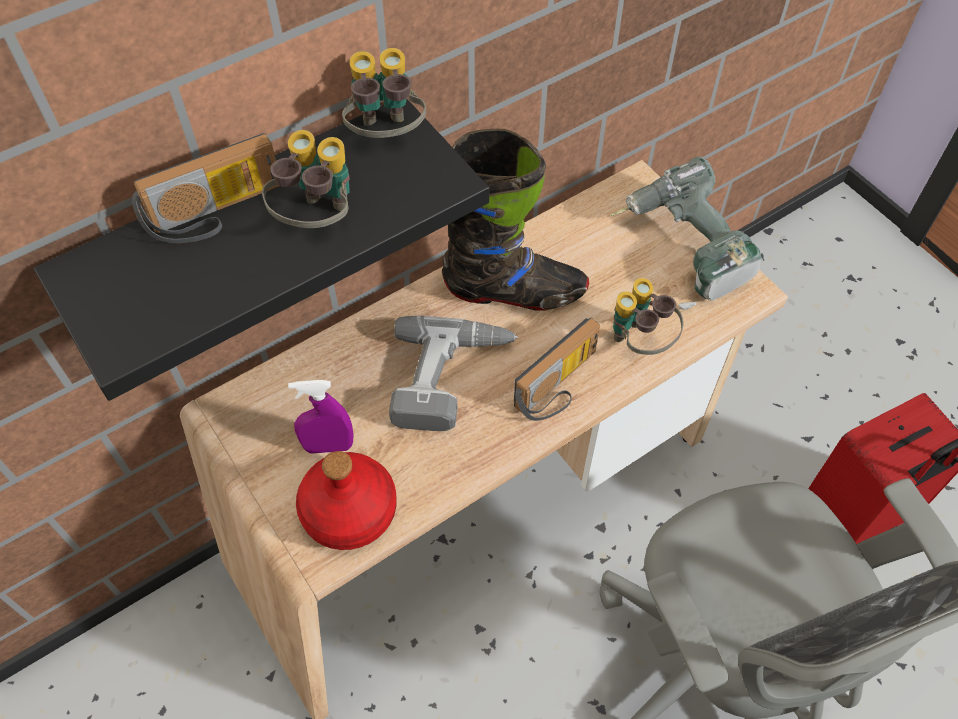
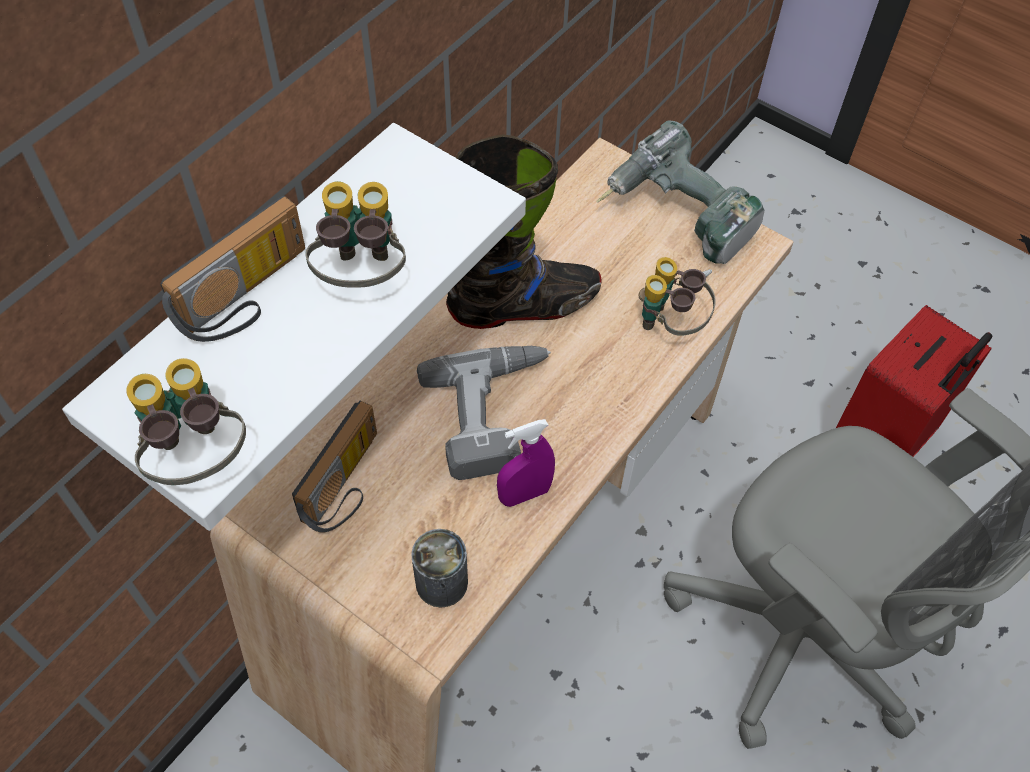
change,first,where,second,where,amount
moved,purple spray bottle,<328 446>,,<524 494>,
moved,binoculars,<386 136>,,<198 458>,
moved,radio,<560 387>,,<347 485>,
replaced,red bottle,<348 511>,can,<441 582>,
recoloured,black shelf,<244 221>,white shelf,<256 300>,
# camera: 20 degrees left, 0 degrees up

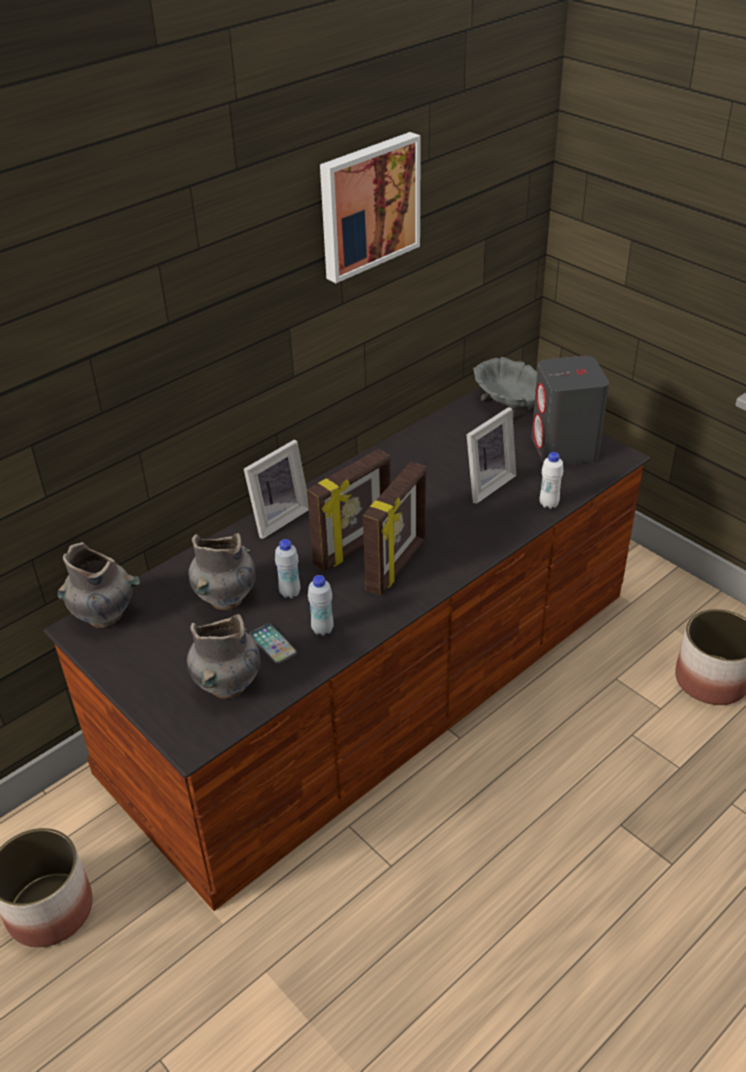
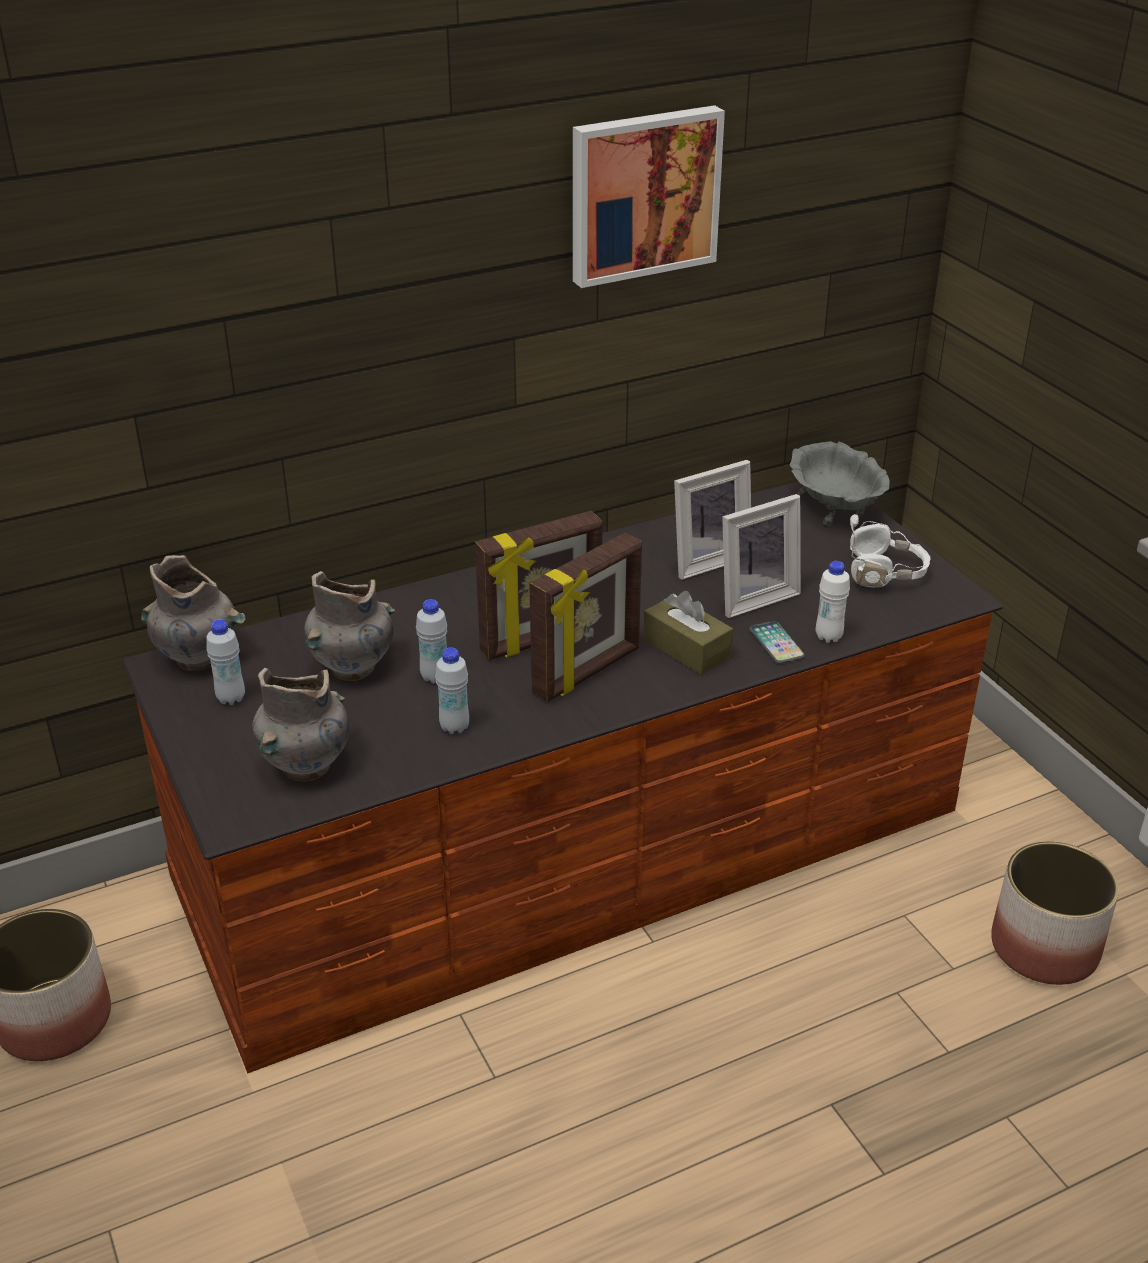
change,first,where,second,where,amount
added,,,white bottle,<231 698>,
added,,,brown tissue box,<686 648>,
moved,picture frame,<277 518>,,<706 560>,
moved,phone,<273 644>,,<776 643>,
replaced,grey speaker,<564 448>,white headphones,<885 573>,
# camera: 15 degrees right, 5 degrees down

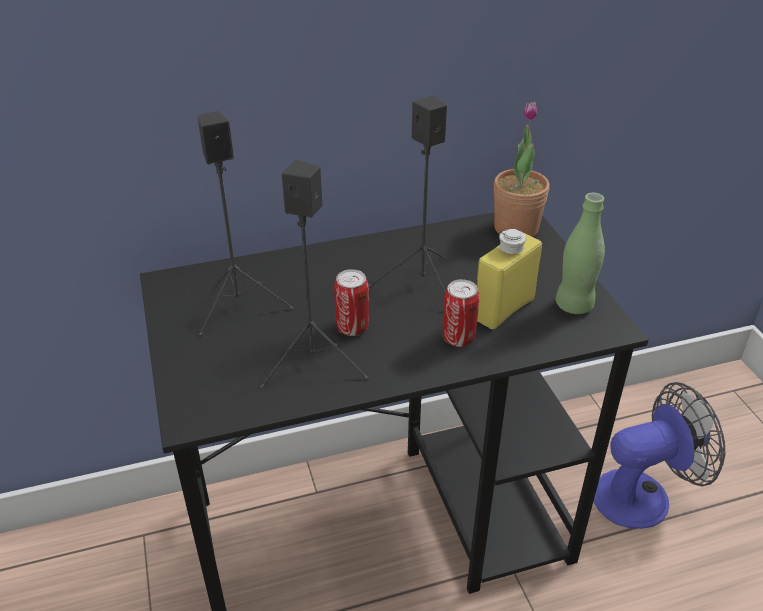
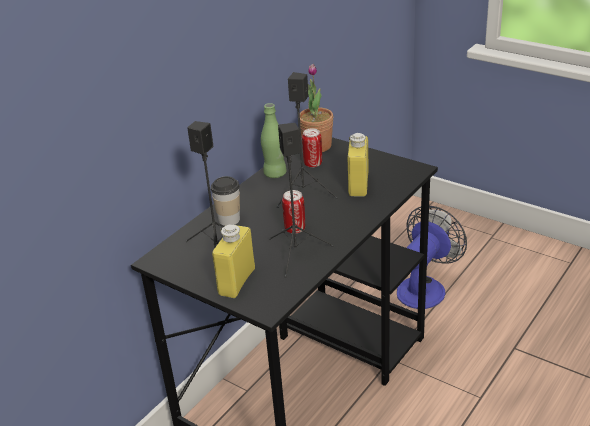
change,first,where,second,where,amount
added,,,cup,<229 220>,
added,,,yellow bottle,<237 282>,
moved,can,<458 338>,,<313 164>,
moved,green bottle,<574 305>,,<275 174>,
# camera: 35 degrees left, 5 degrees down

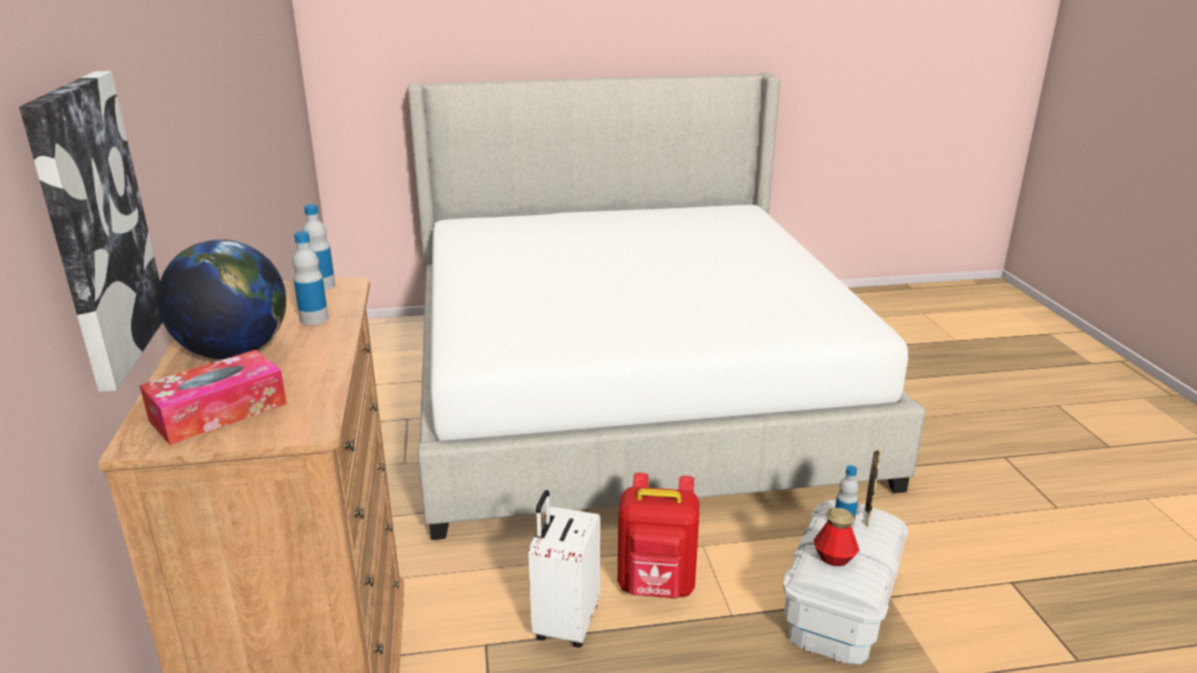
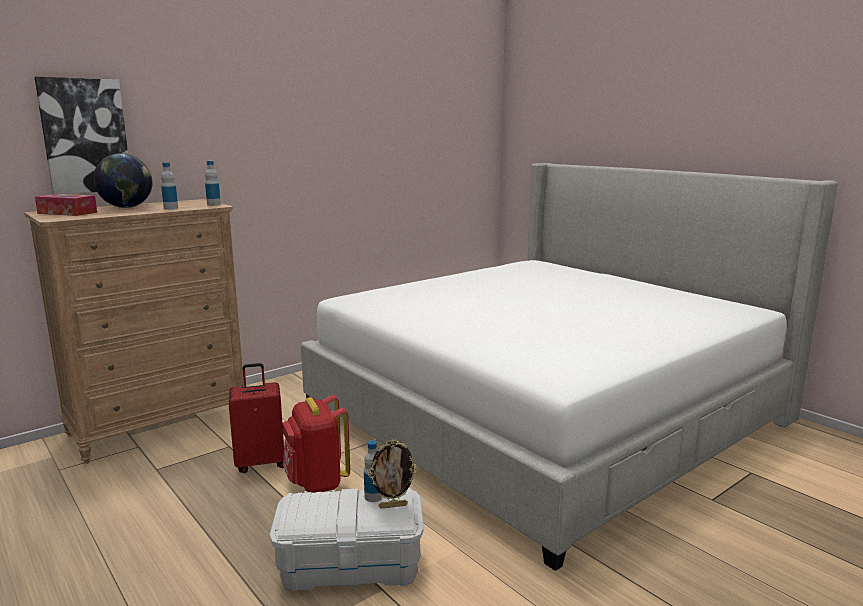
change,first,where,second,where,amount
removed,bottle,<834 558>,,,
recoloured,white suitcase,<565 623>,red suitcase,<261 463>,
# camera: 60 degrees right, 10 degrees down

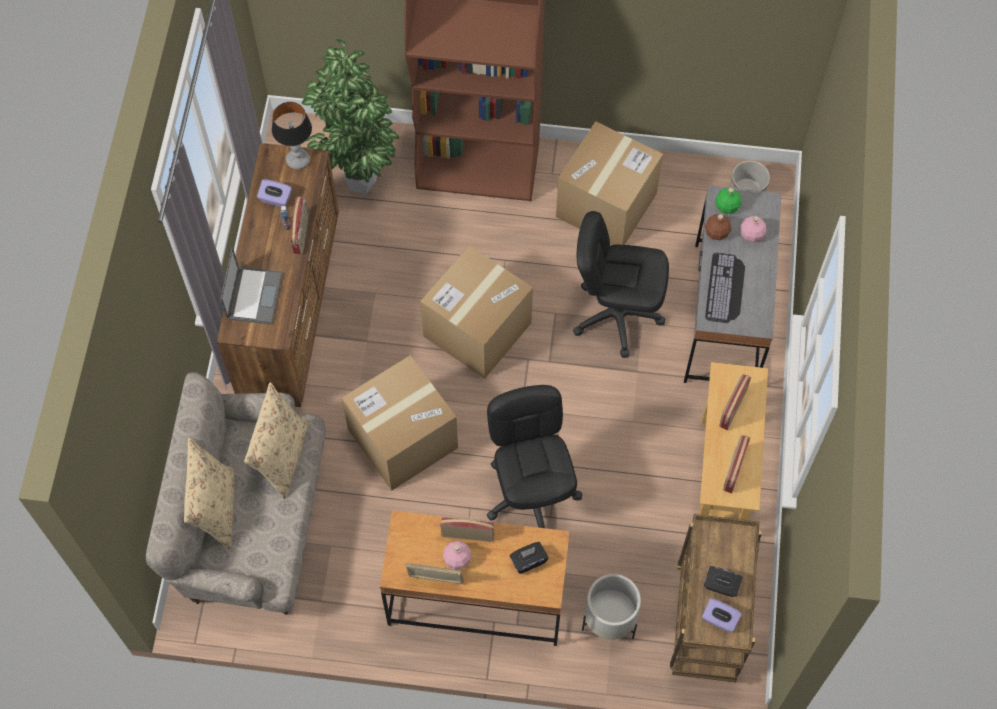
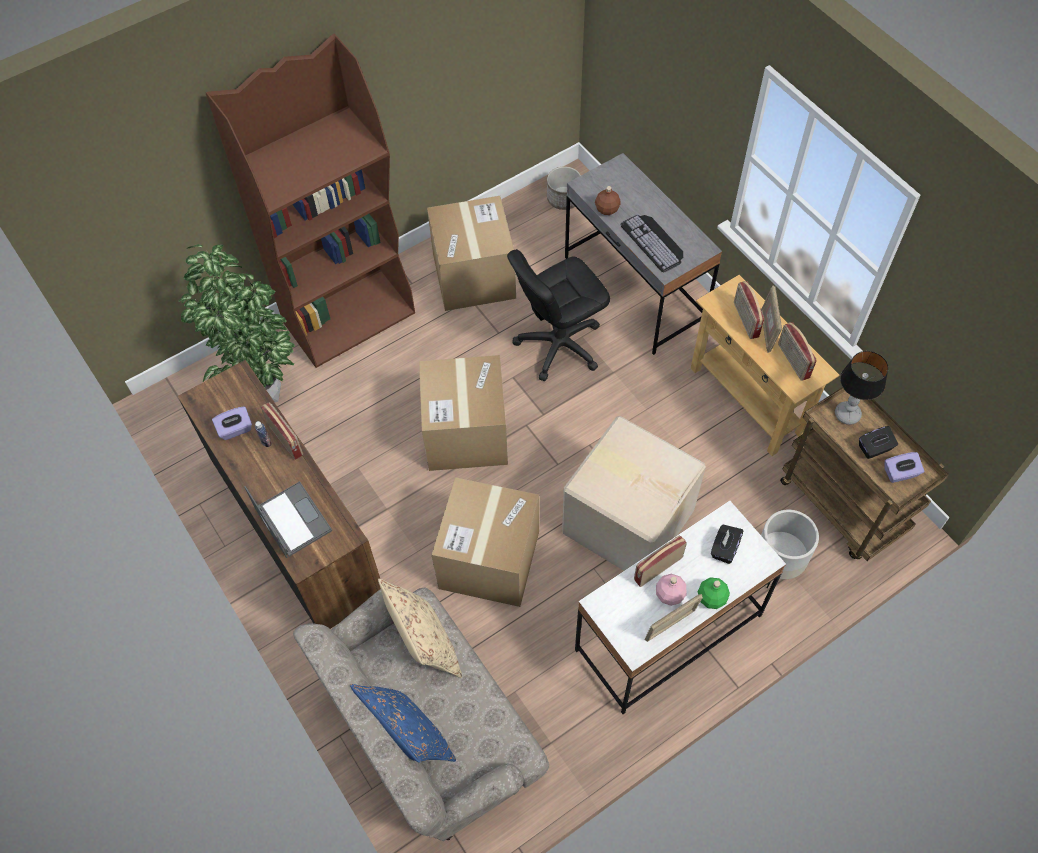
change,first,where,second,where,amount
removed,pink bottle,<751 235>,,,
added,,,picture frame,<767 331>,
moved,table lamp,<297 160>,,<847 415>,
moved,green bottle,<726 206>,,<711 598>,
replaced,black office chair,<531 493>,cardboard box,<627 519>,
recoloured,beige pillow,<215 508>,blue pillow,<409 736>,
recoloured,brown desk,<476 599>,white desk,<668 633>,
# camera: 40 degrees left, 5 degrees down

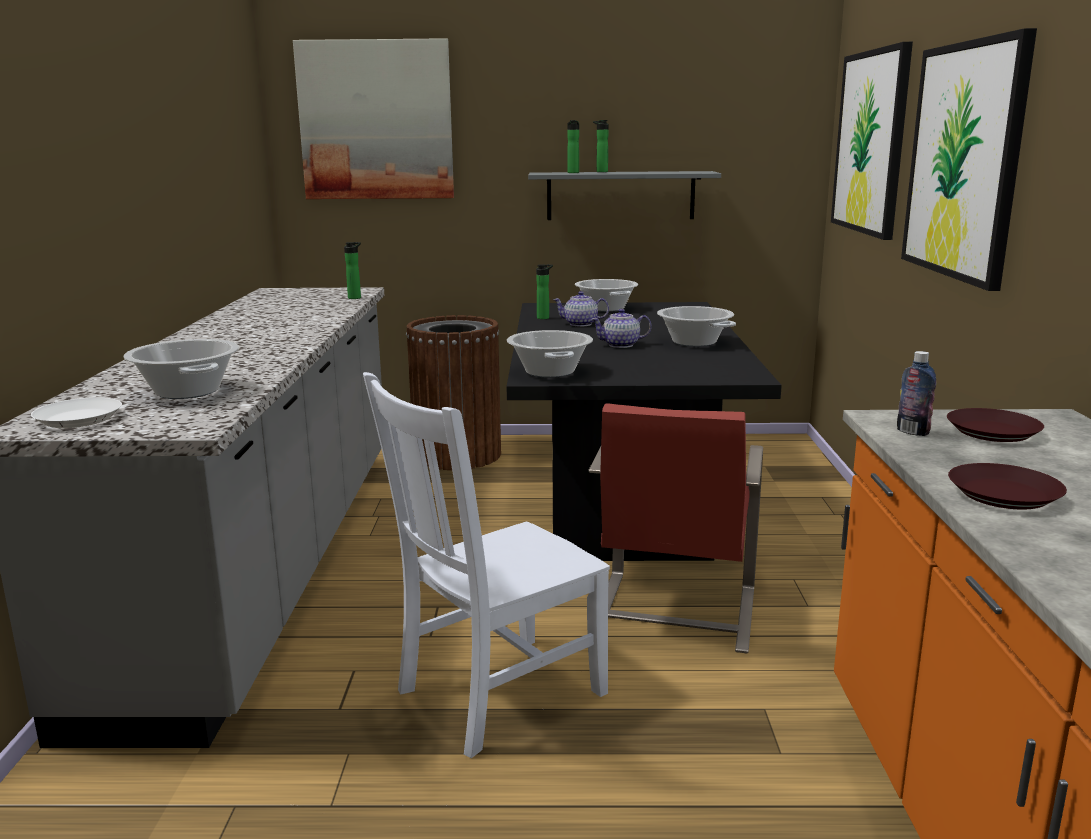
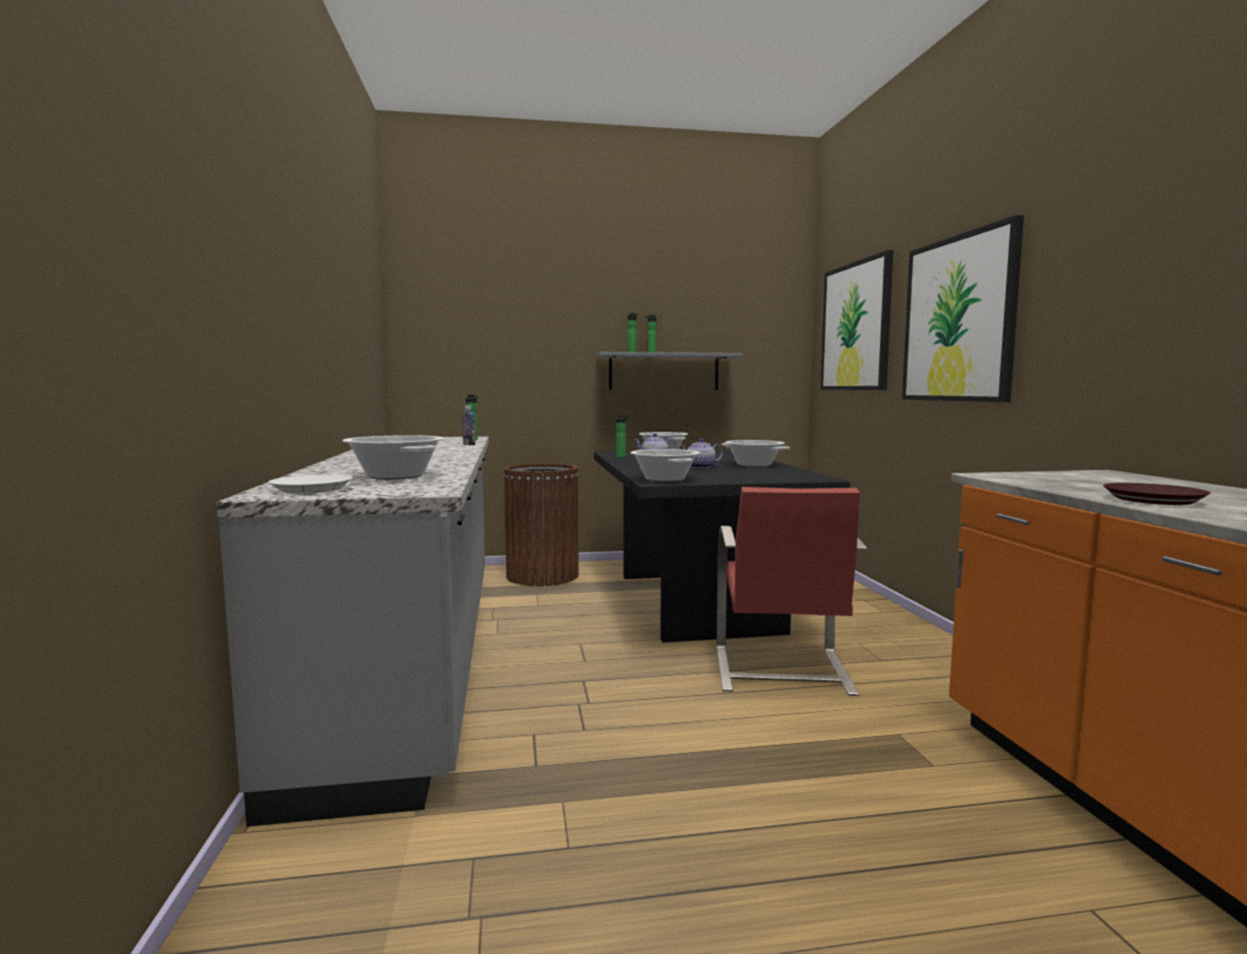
change,first,where,second,where,amount
removed,picture,<376 120>,,,
removed,white chair,<495 694>,,,
removed,brown plate,<992 431>,,,
moved,bottle,<912 432>,,<469 444>,
# camera: 10 degrees left, 10 degrees down

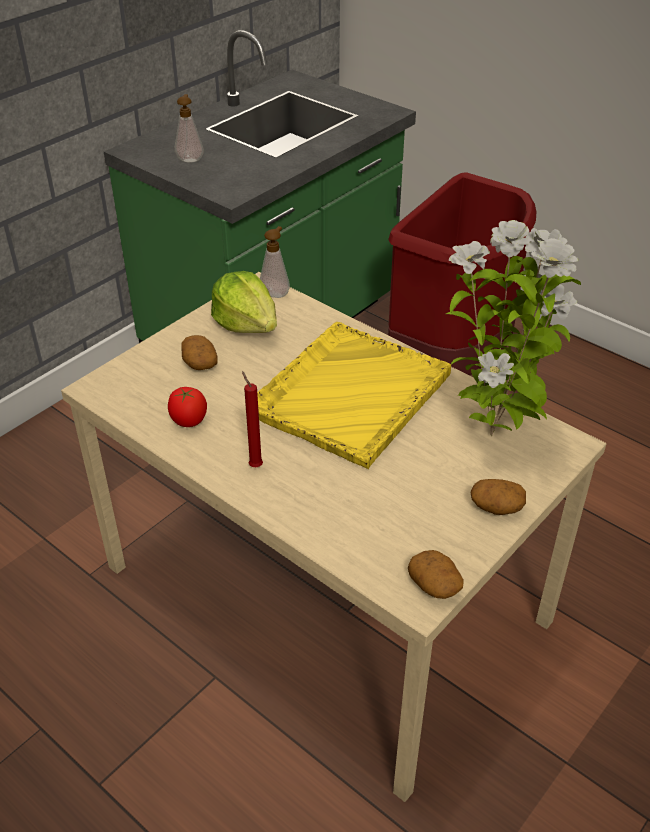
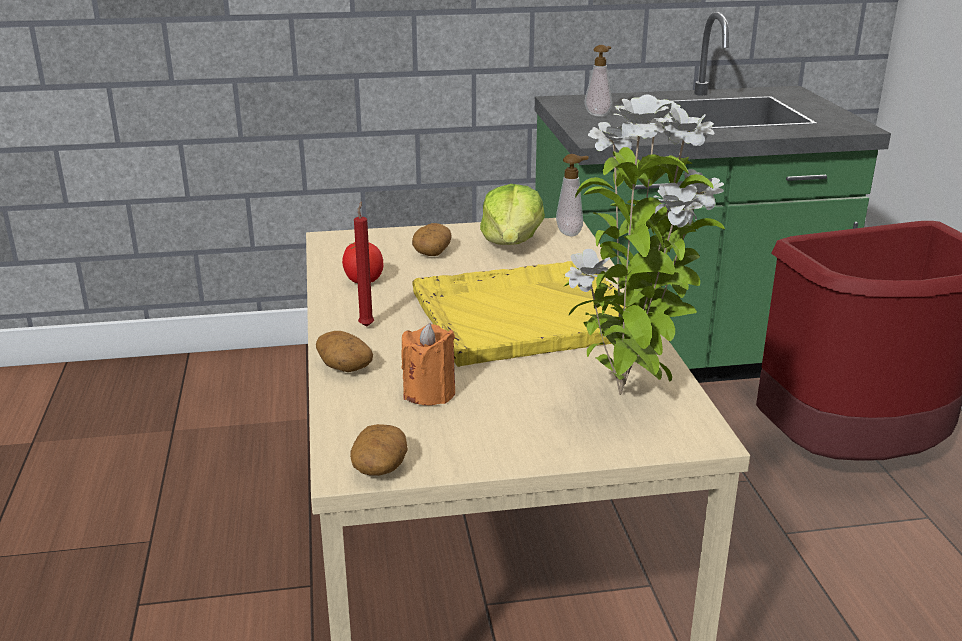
change,first,where,second,where,amount
added,,,orange candle,<429 393>,
moved,potato,<496 507>,,<344 366>,
# camera: 40 degrees right, 15 degrees down

